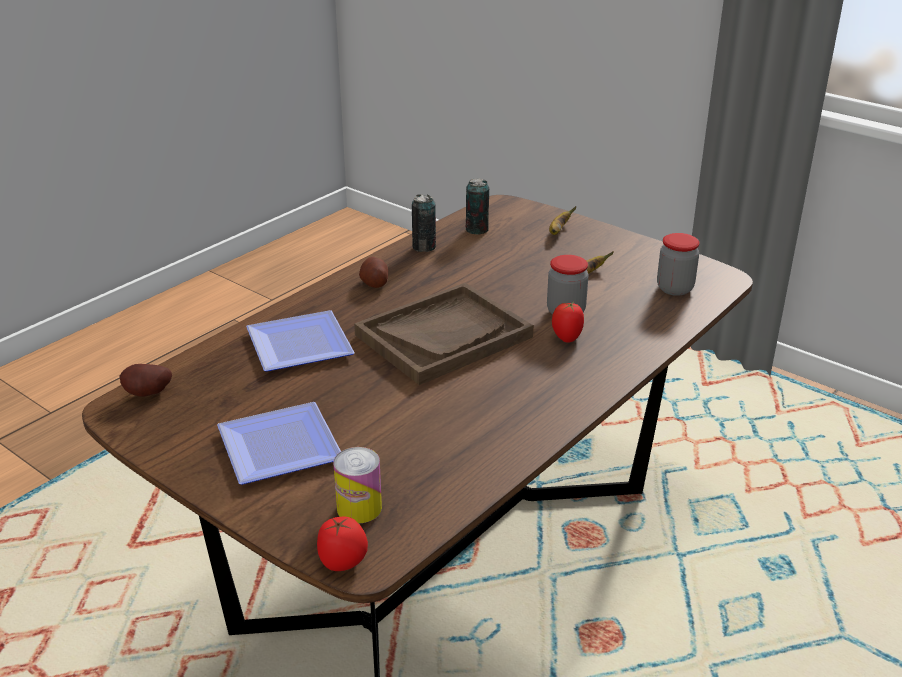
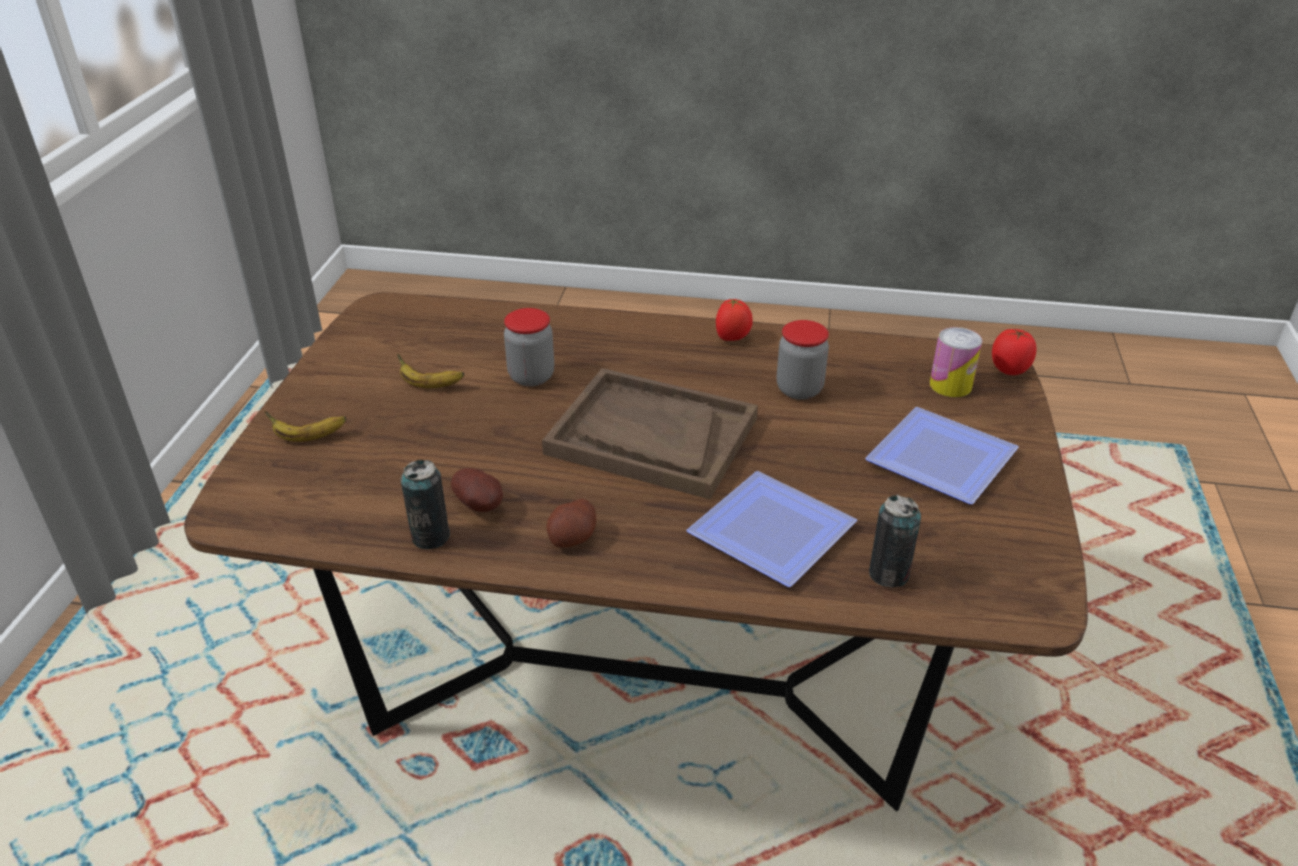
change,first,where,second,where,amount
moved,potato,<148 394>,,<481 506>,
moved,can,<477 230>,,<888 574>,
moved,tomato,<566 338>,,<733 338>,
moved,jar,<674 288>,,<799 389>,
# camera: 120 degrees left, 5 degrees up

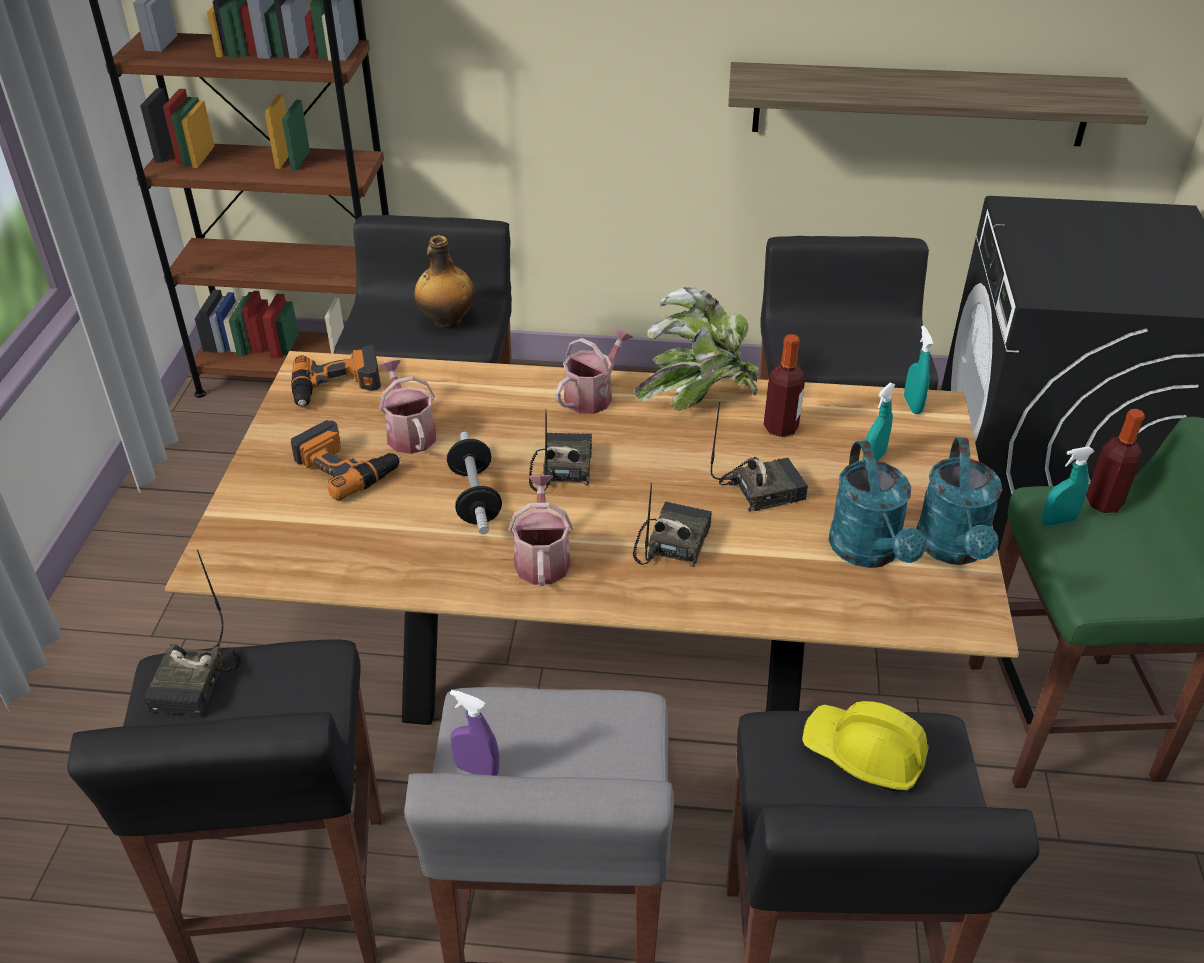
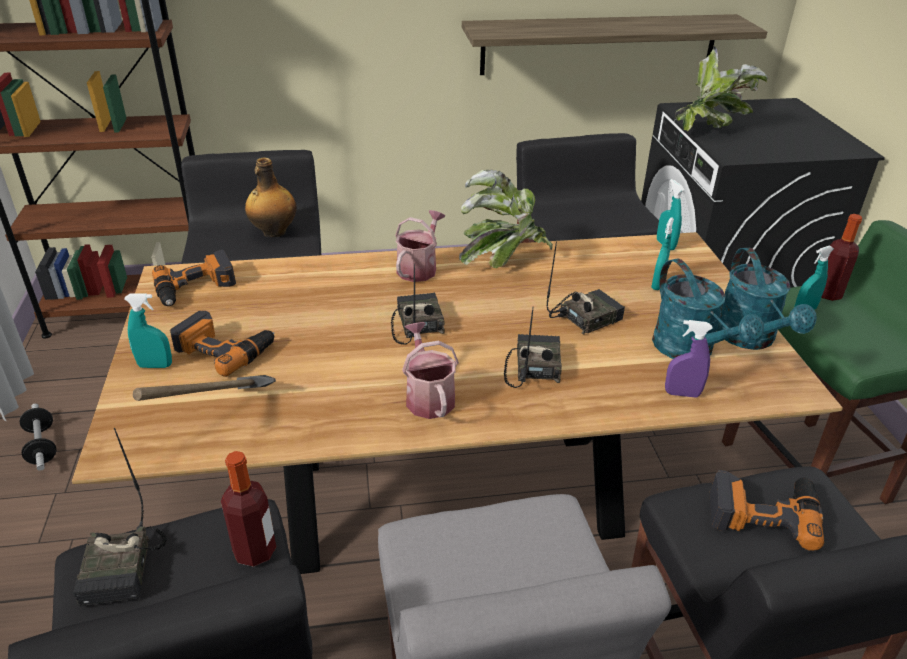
change,first,where,second,where,amount
removed,watering can,<409 433>,,,
added,,,turquoise spray bottle,<155 365>,
added,,,hammer,<219 421>,
added,,,potted plant,<712 128>,
moved,dumbbell,<475 497>,,<42 446>,
moved,purple spray bottle,<477 770>,,<682 394>,
moved,bottle,<780 428>,,<255 551>,
replaced,yellow hard hat,<863 754>,power drill,<762 511>,
# camera: 15 degrees left, 5 degrees down

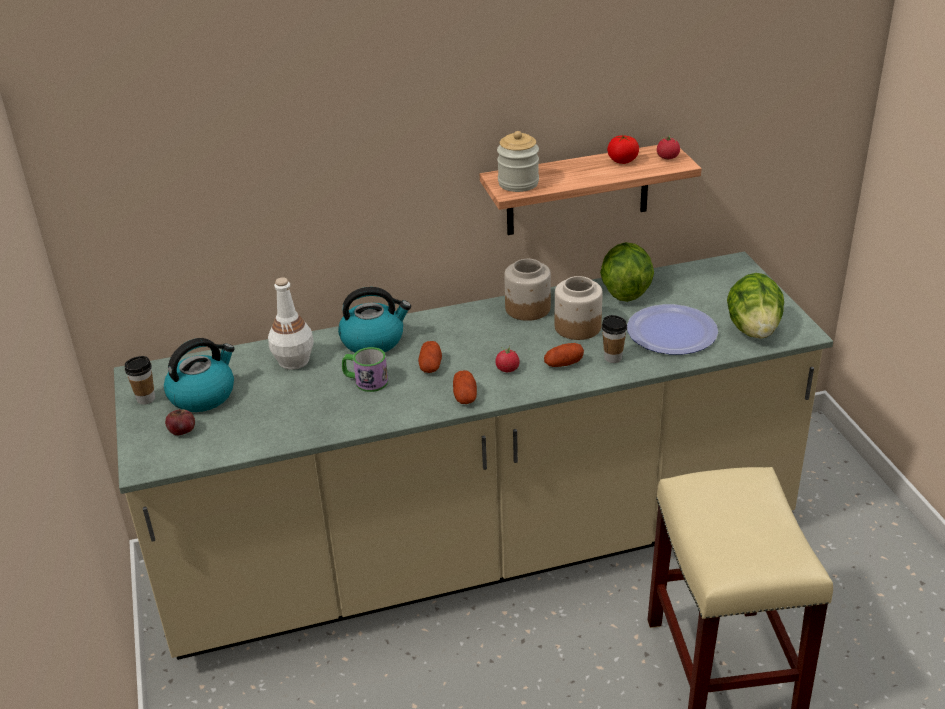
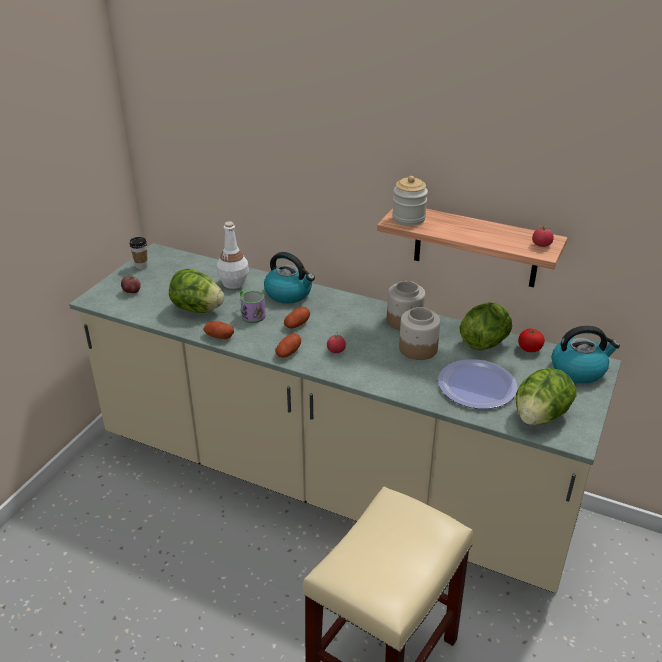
change,first,where,second,where,amount
removed,cup,<613 358>,,,
added,,,lettuce,<197 309>,
moved,kettle,<203 395>,,<579 370>,
moved,potato,<563 364>,,<219 336>,
moved,tomato,<622 161>,,<529 349>,
# camera: 40 degrees right, 0 degrees up

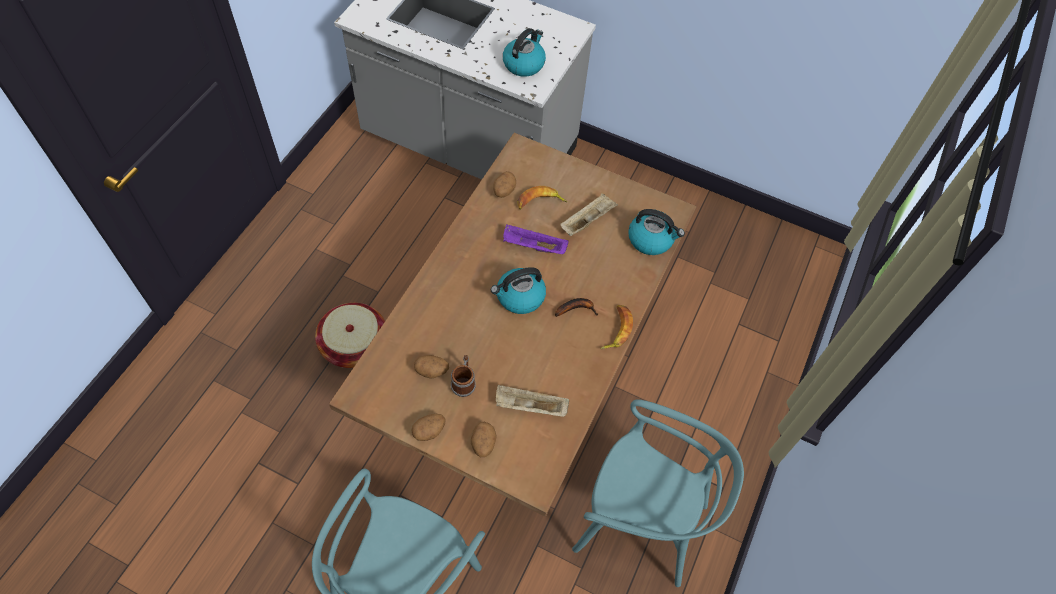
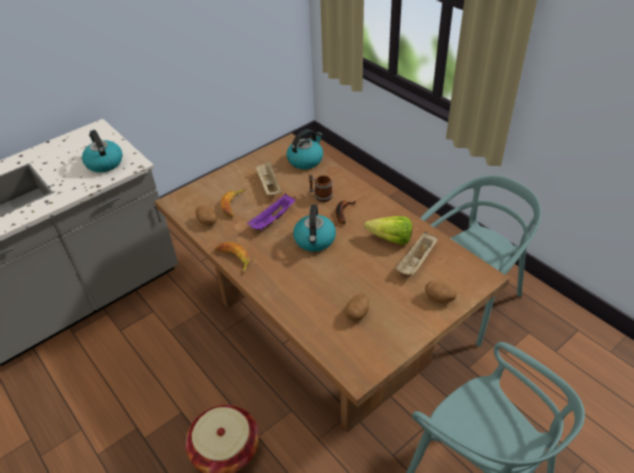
change,first,where,second,where,amount
removed,potato,<429 431>,,,
added,,,lettuce,<387 238>,
moved,mug,<464 382>,,<320 195>,
moved,banana,<616 329>,,<233 259>,
# camera: 60 degrees left, 15 degrees down

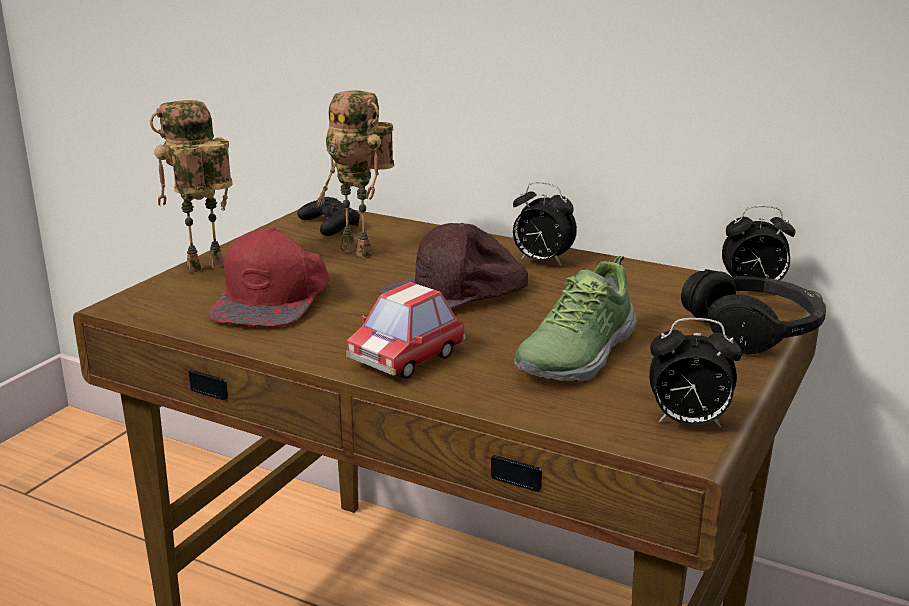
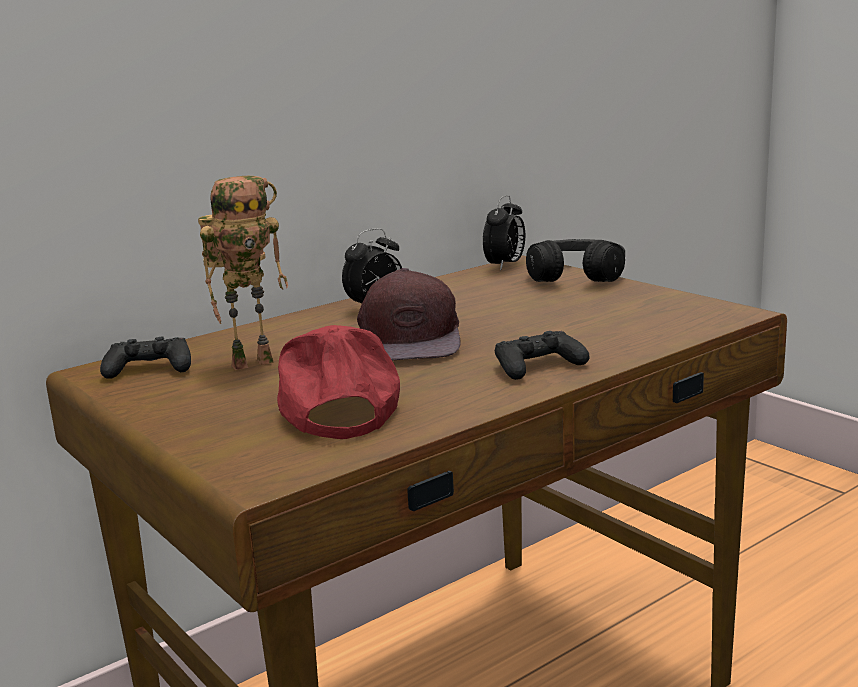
change,first,where,second,where,amount
removed,toy robot,<204 269>,,,
removed,shoe,<575 354>,,,
removed,alarm clock,<687 423>,,,
replaced,toy car,<407 358>,black game controller,<538 366>,
turned,red cap,<274 298>,,<336 405>,135 degrees counterclockwise
# camera: 65 degrees left, 5 degrees down

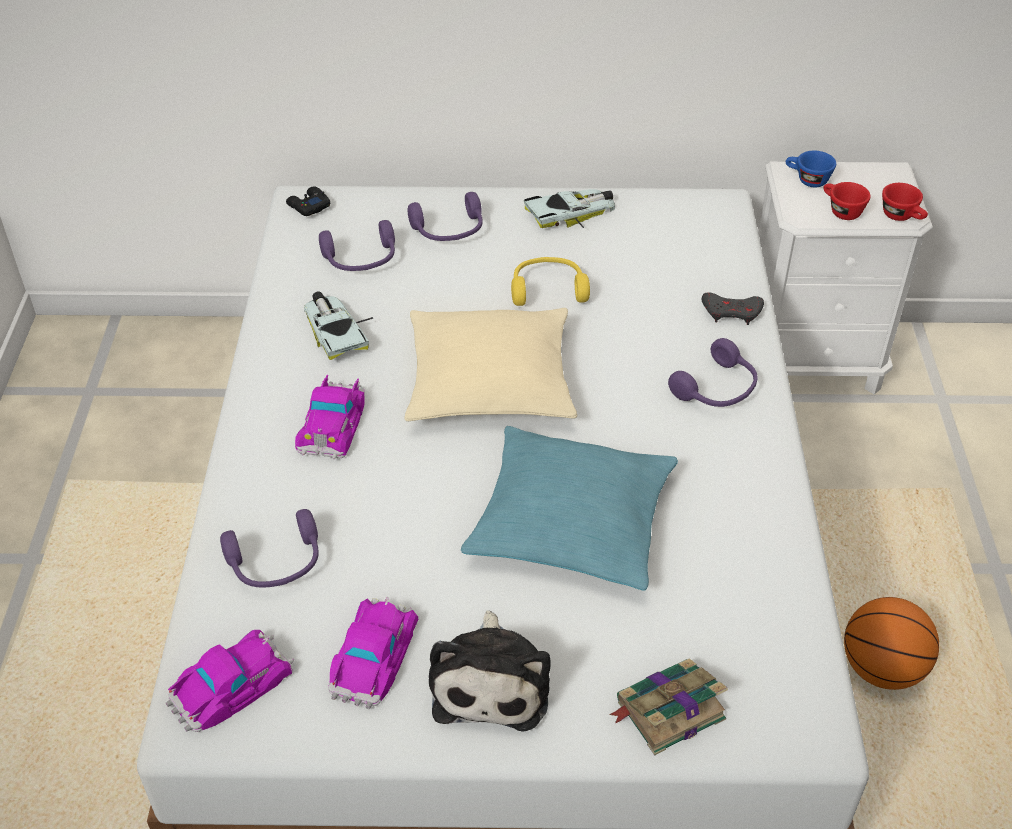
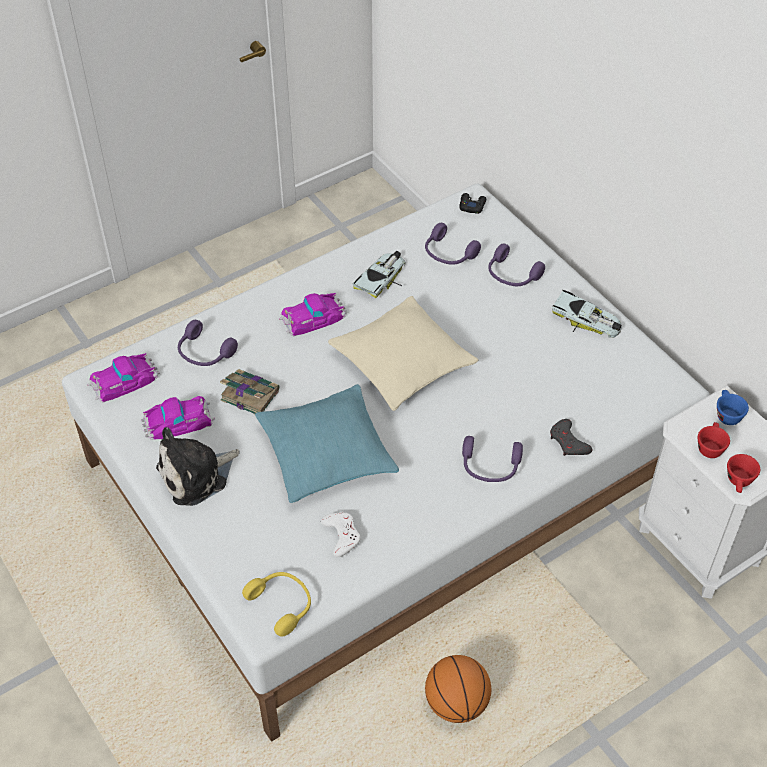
change,first,where,second,where,amount
added,,,white game controller,<341 535>,
moved,yellow headphones,<548 289>,,<282 604>,
moved,book,<668 711>,,<249 394>,
turned,toy car,<231 684>,,<124 380>,135 degrees clockwise
# camera: 55 degrees right, 5 degrees up

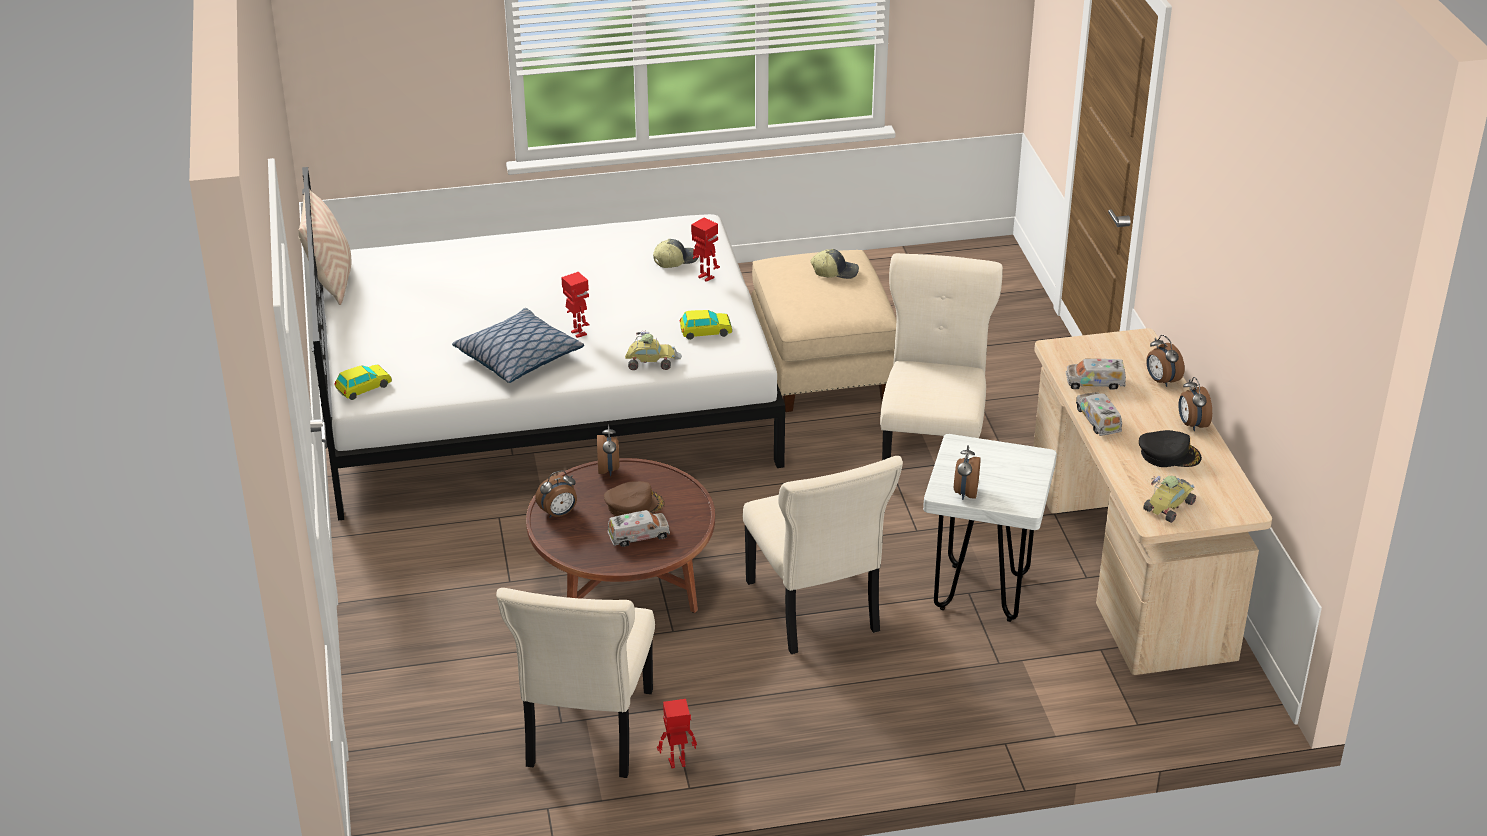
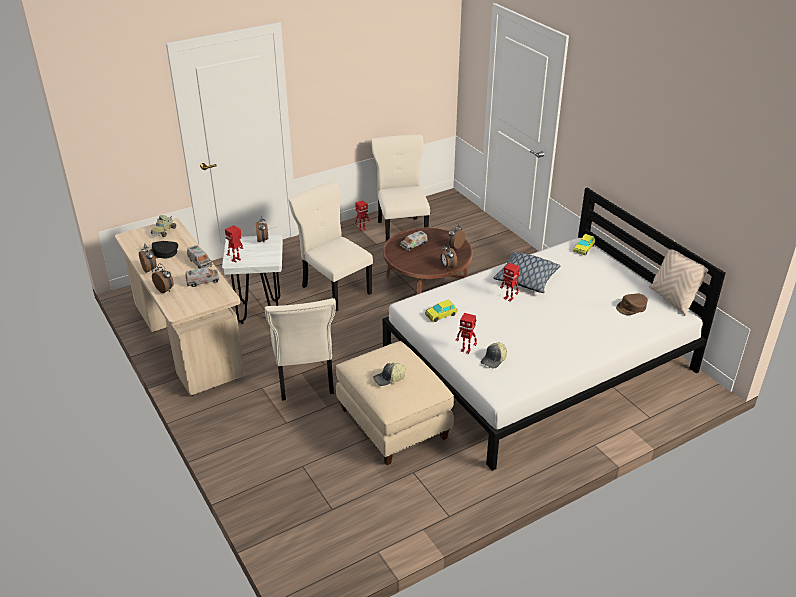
change,first,where,second,where,amount
removed,toy car,<651 361>,,,
added,,,toy robot,<236 260>,
moved,brown cap,<634 505>,,<631 307>,
# camera: 160 degrees right, 0 degrees up

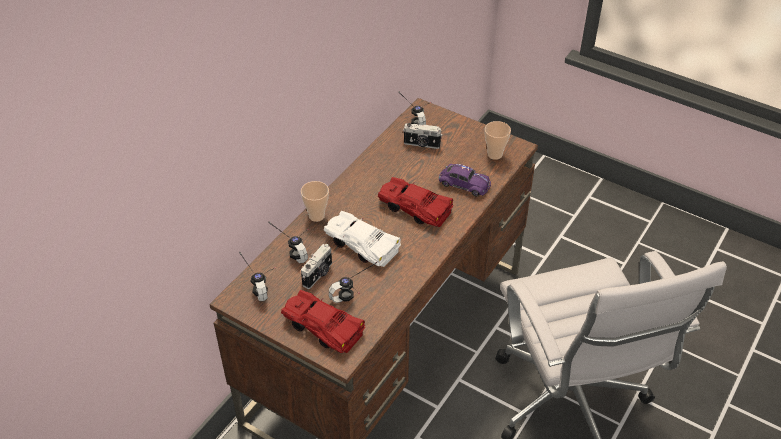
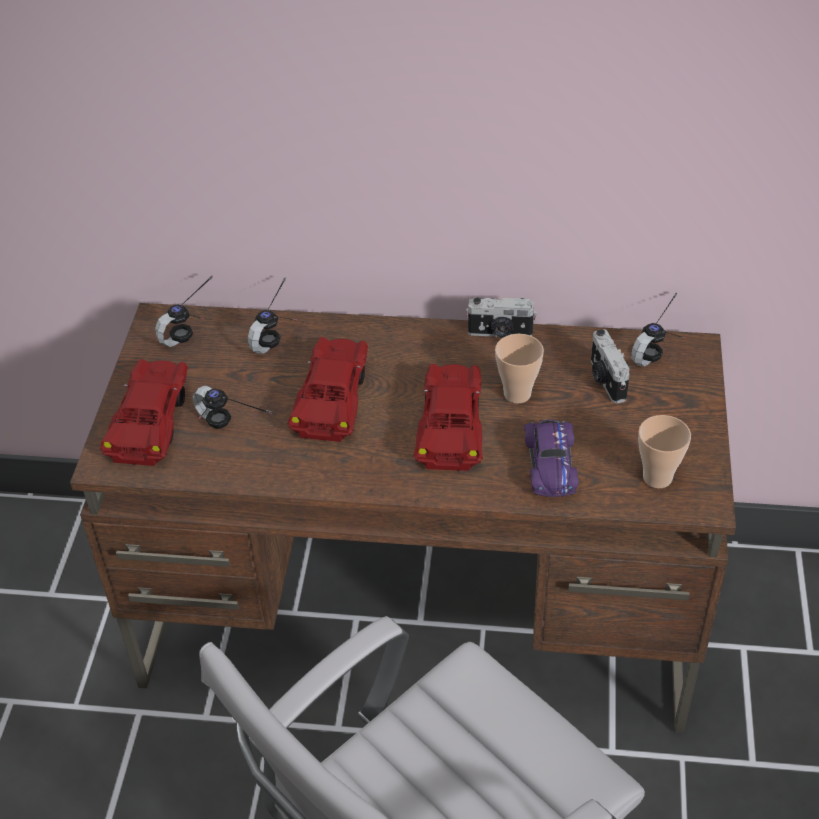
change,first,where,second,where,amount
moved,cup,<316 216>,,<517 394>,
moved,photo camera,<318 274>,,<500 333>,
recoloured,white toy car,<361 244>,red toy car,<333 398>,
# camera: 65 degrees right, 0 degrees up

